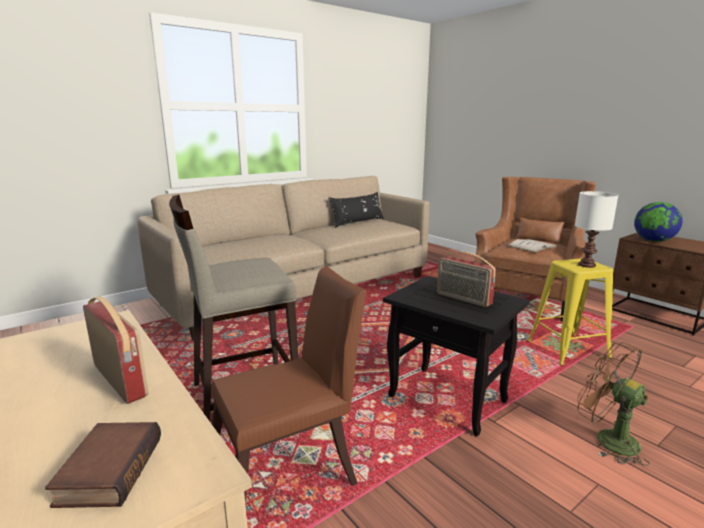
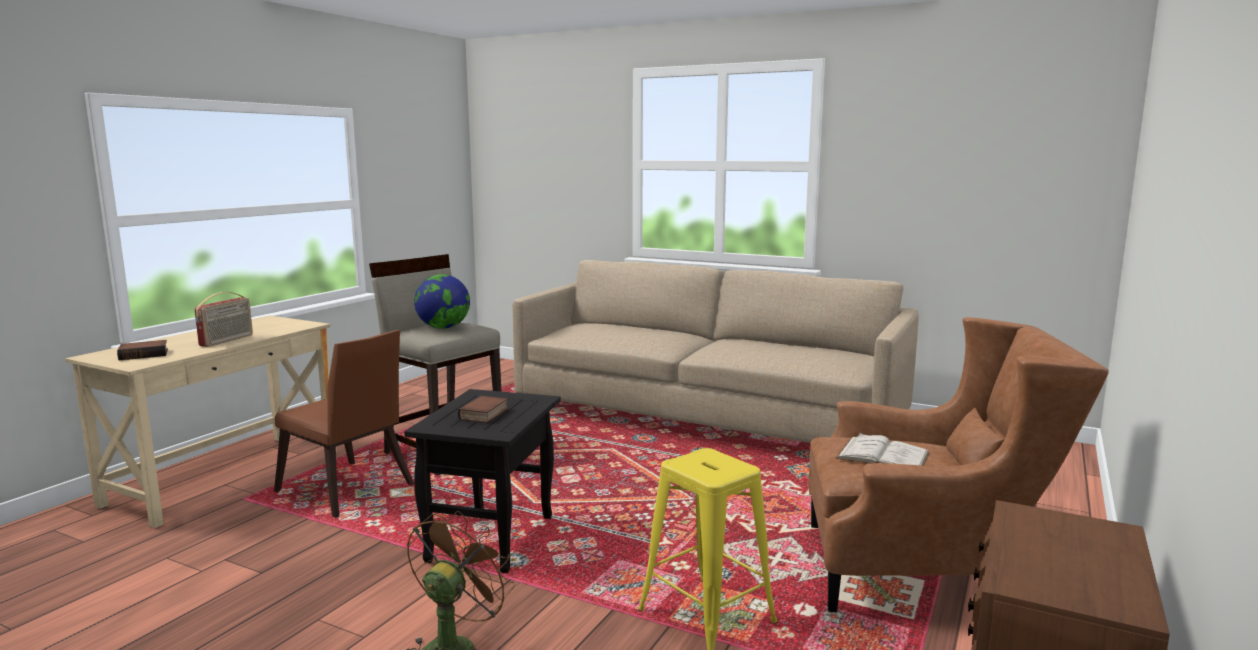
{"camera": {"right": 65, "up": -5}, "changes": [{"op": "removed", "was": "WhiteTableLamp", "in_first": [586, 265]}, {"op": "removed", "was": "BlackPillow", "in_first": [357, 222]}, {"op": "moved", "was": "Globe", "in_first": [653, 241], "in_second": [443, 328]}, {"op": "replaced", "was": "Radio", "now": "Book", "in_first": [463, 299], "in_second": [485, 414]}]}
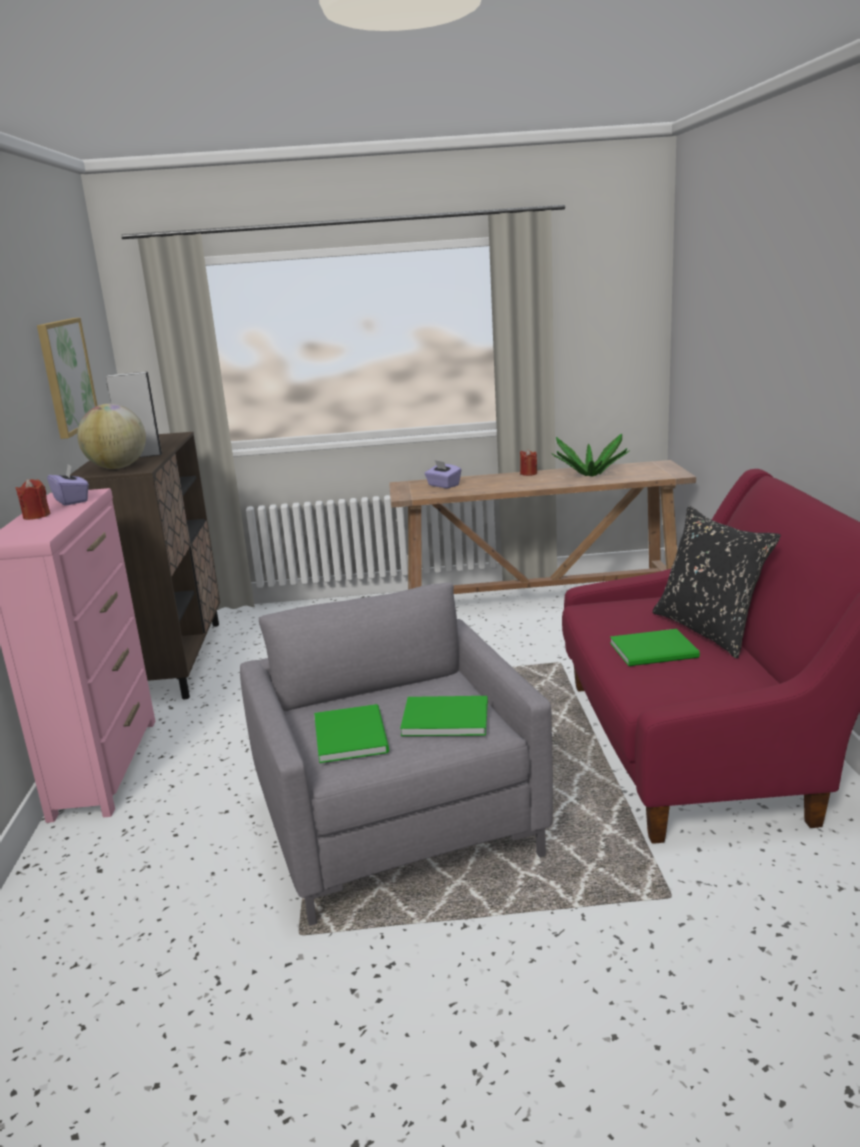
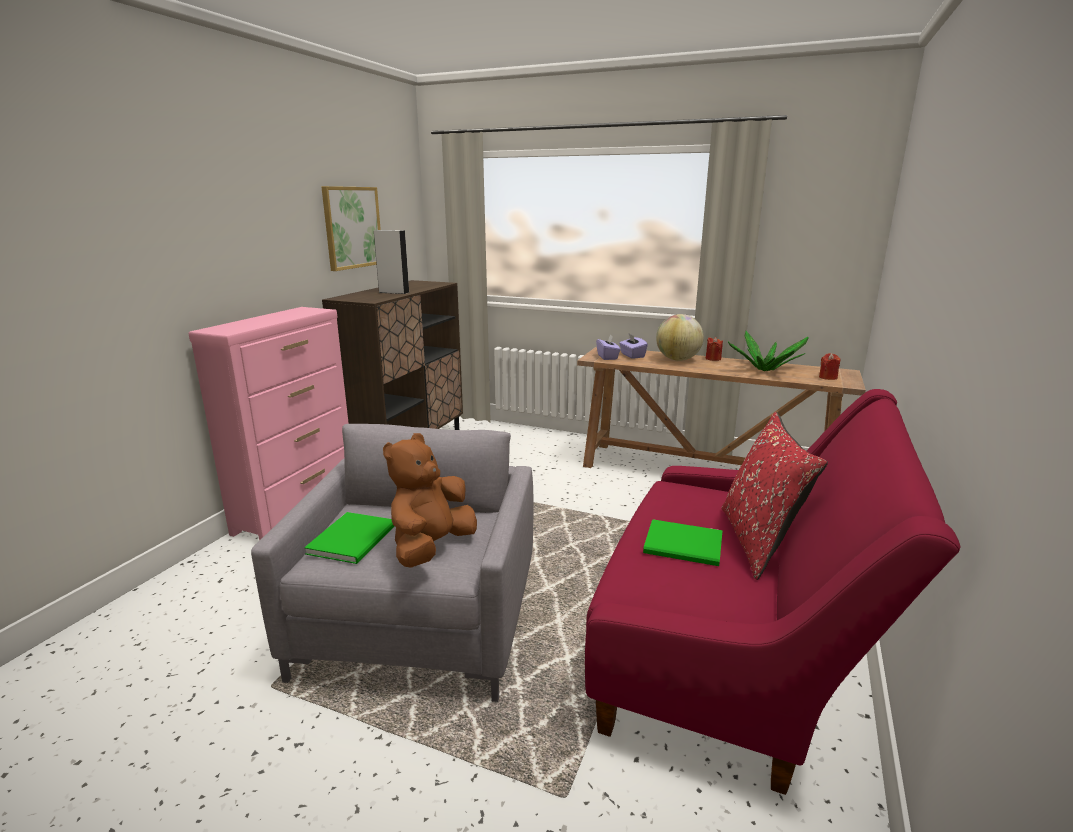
{"camera": {"right": 25, "up": 0}, "changes": [{"op": "moved", "was": "Globe", "in_first": [118, 468], "in_second": [677, 359]}, {"op": "moved", "was": "PurpleTissueBox", "in_first": [72, 500], "in_second": [607, 357]}, {"op": "moved", "was": "RedCandle", "in_first": [36, 516], "in_second": [828, 377]}, {"op": "recoloured", "was": "BlackPillow", "now": "RedPillow", "in_first": [709, 630], "in_second": [759, 542]}, {"op": "replaced", "was": "GreenBook", "now": "BrownPlushToy", "in_first": [443, 717], "in_second": [431, 548]}]}
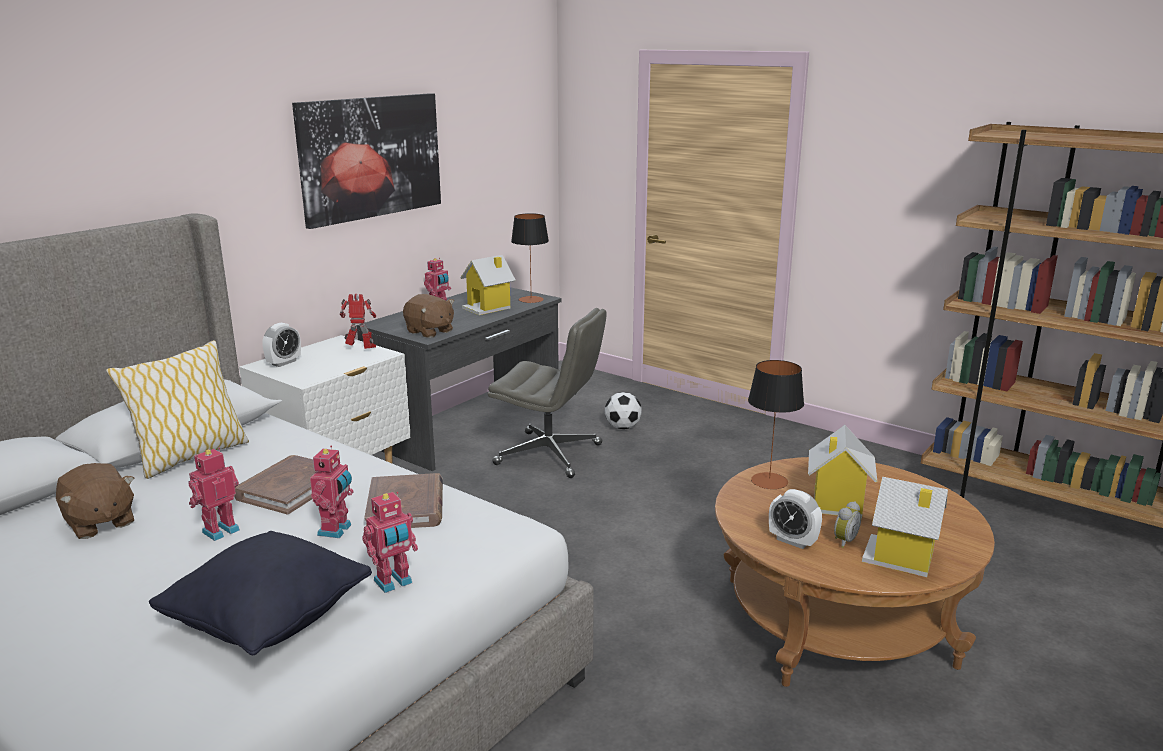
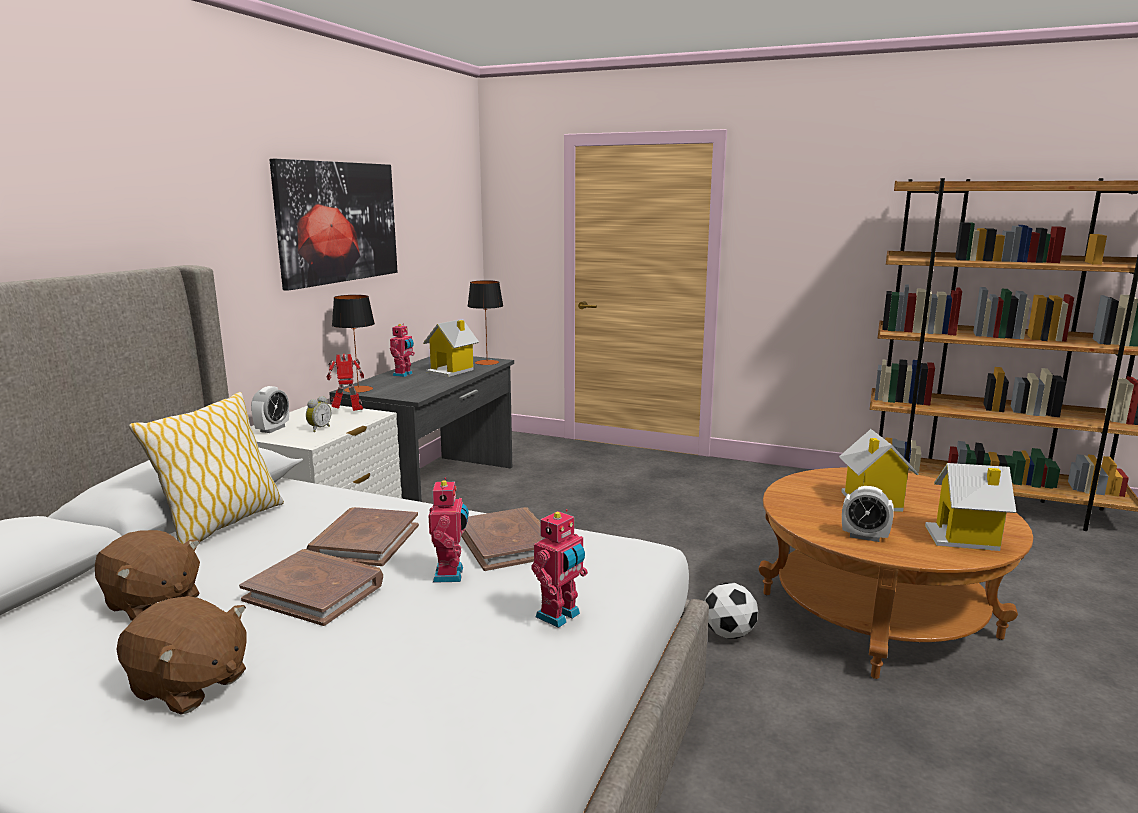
{"camera": {"right": -15, "up": -5}, "changes": [{"op": "moved", "was": "BrownPlushToy", "in_first": [429, 332], "in_second": [189, 686]}, {"op": "removed", "was": "GreyOfficeChair", "in_first": [550, 454]}, {"op": "moved", "was": "TableLamp", "in_first": [769, 481], "in_second": [358, 389]}, {"op": "moved", "was": "Football", "in_first": [622, 427], "in_second": [728, 634]}, {"op": "replaced", "was": "ToyRobot", "now": "BrownBook", "in_first": [219, 530], "in_second": [315, 591]}, {"op": "moved", "was": "AlarmClock", "in_first": [843, 541], "in_second": [318, 429]}, {"op": "removed", "was": "BlackPillow", "in_first": [269, 623]}]}
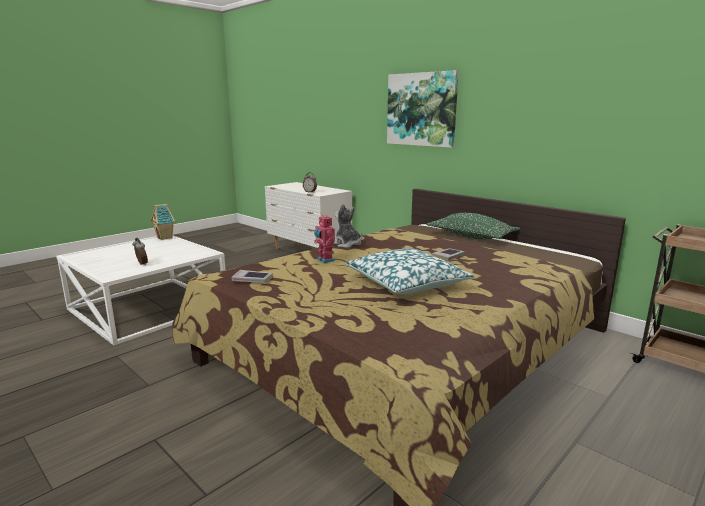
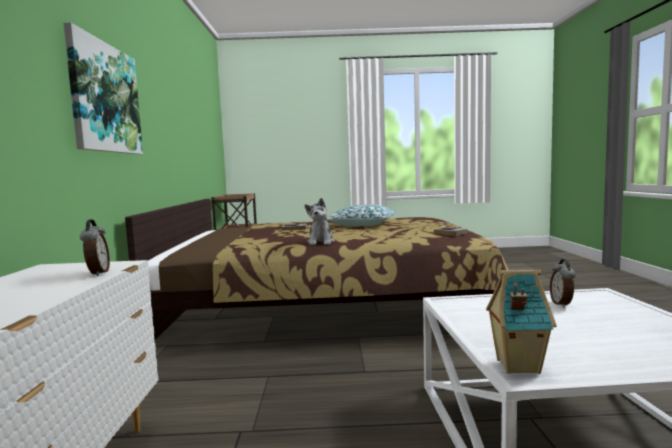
{"camera": {"right": -135, "up": -10}, "changes": [{"op": "removed", "was": "GreenPillow", "in_first": [471, 237]}, {"op": "removed", "was": "ToyRobot", "in_first": [324, 260]}]}
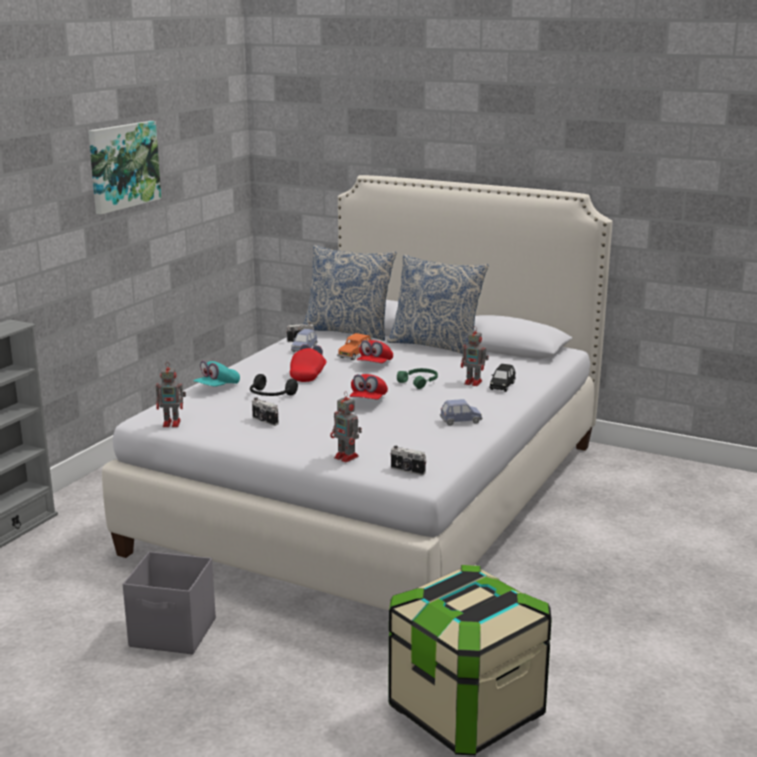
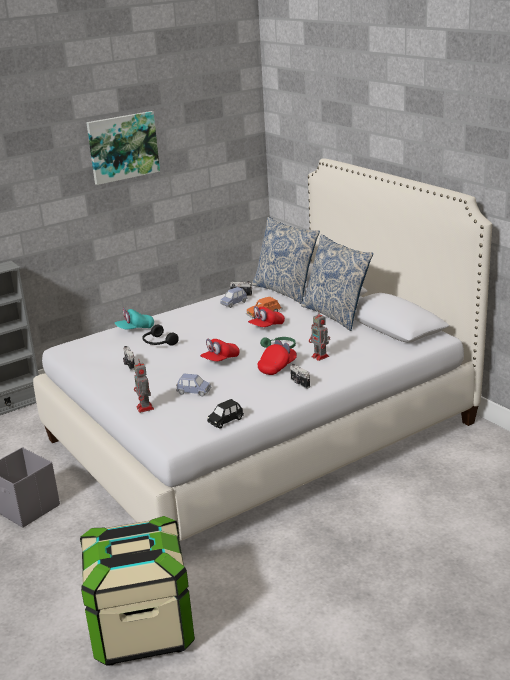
{"camera": {"right": 30, "up": 5}, "changes": [{"op": "moved", "was": "RedCap", "in_first": [308, 375], "in_second": [277, 367]}, {"op": "removed", "was": "ToyRobot", "in_first": [173, 423]}, {"op": "moved", "was": "BlackToyCar", "in_first": [502, 386], "in_second": [225, 421]}, {"op": "moved", "was": "BlueToyCar", "in_first": [460, 421], "in_second": [194, 392]}, {"op": "moved", "was": "PhotoCamera", "in_first": [407, 471], "in_second": [299, 383]}]}
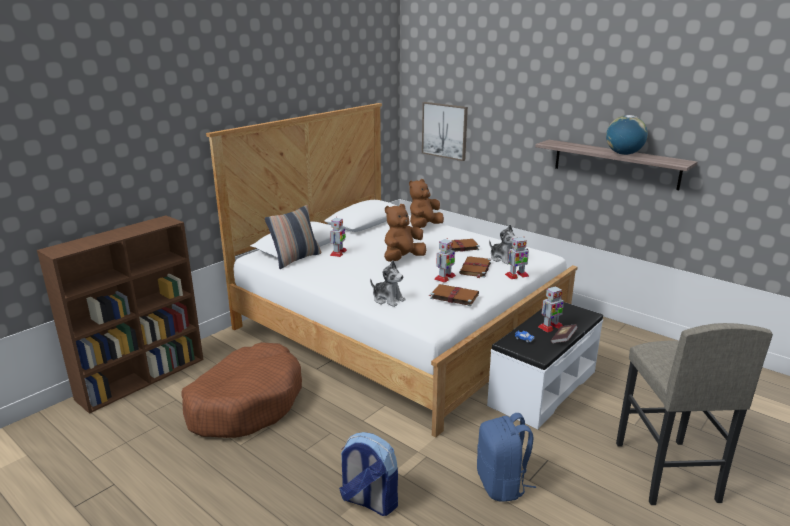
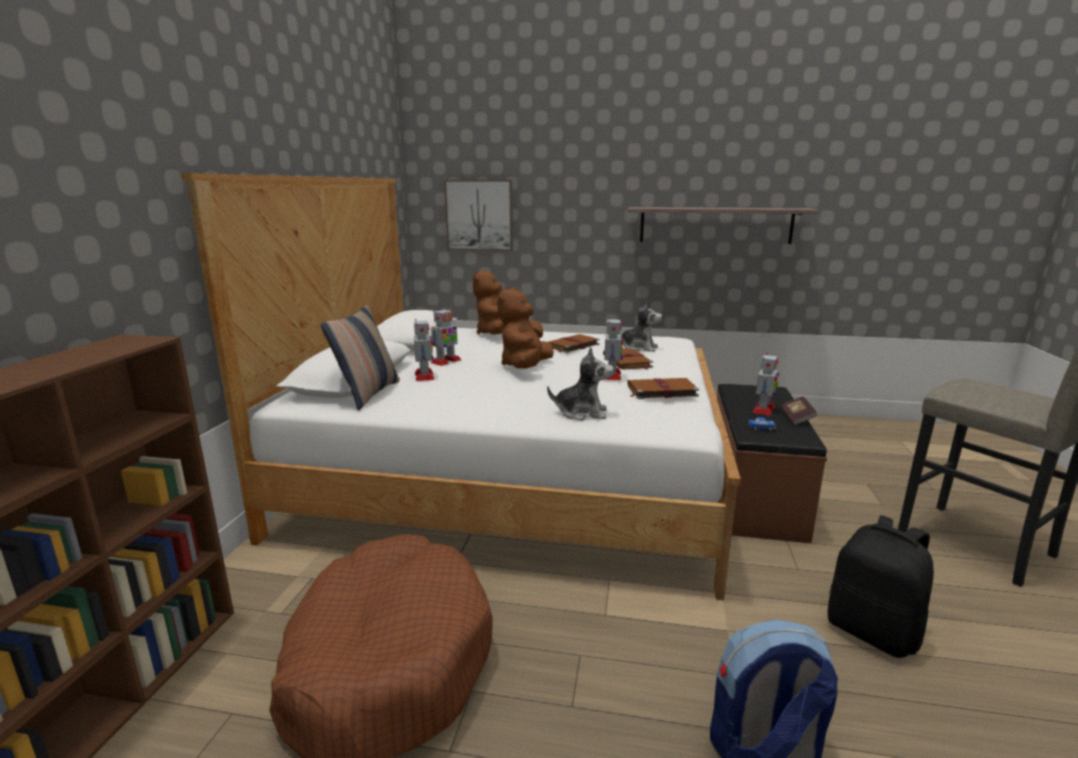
{"camera": {"right": -30, "up": -5}, "changes": [{"op": "removed", "was": "Globe", "in_first": [623, 154]}, {"op": "moved", "was": "ToyRobot", "in_first": [516, 275], "in_second": [445, 361]}, {"op": "recoloured", "was": "WhiteBench", "now": "BrownBench", "in_first": [542, 387], "in_second": [752, 494]}, {"op": "recoloured", "was": "BlueBackpack", "now": "BlackBackpack", "in_first": [502, 484], "in_second": [872, 631]}]}
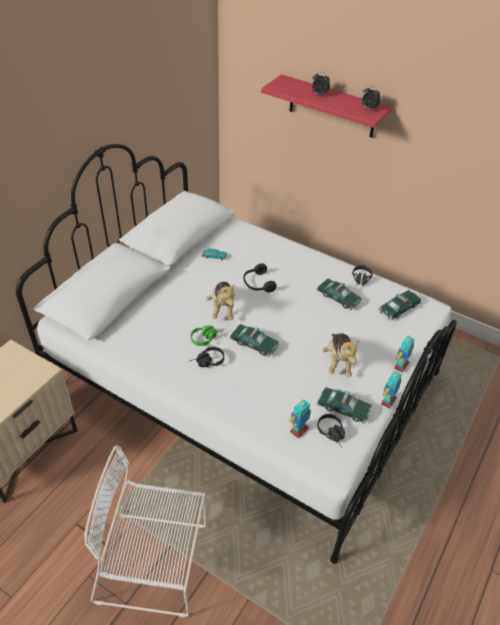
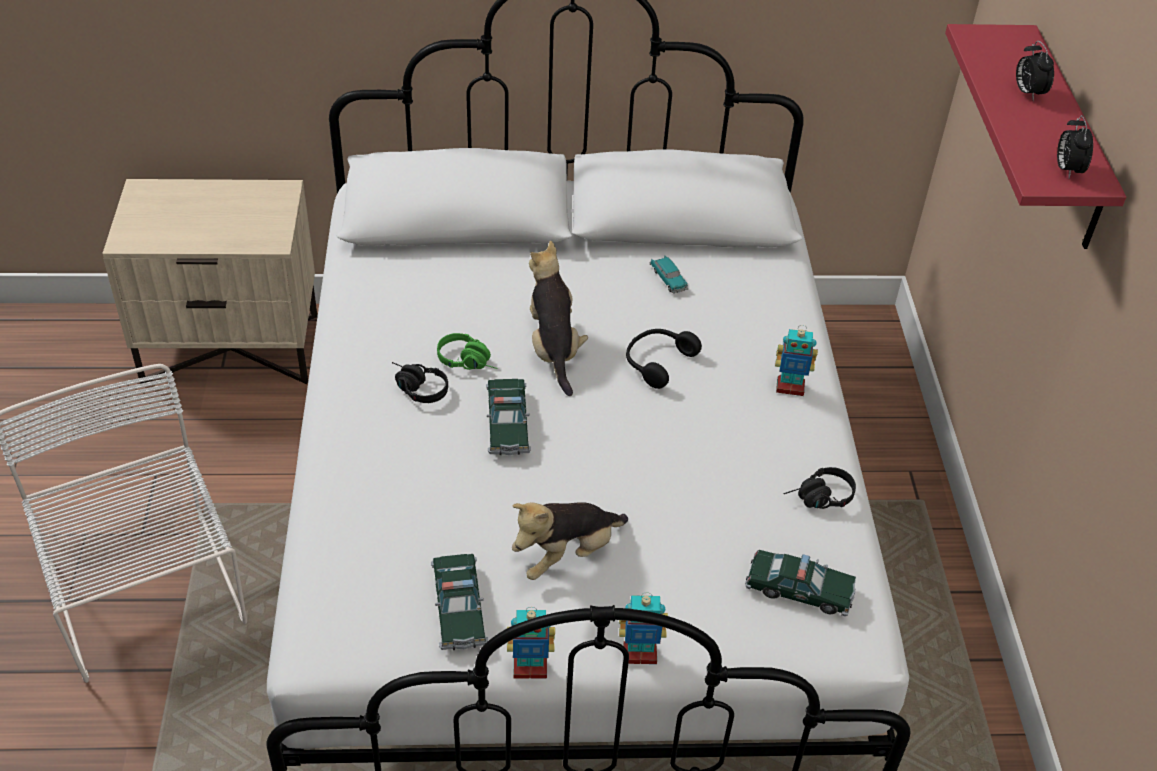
{"camera": {"right": 55, "up": 0}, "changes": [{"op": "removed", "was": "ToyCar", "in_first": [338, 298]}, {"op": "turned", "was": "PlushToy", "in_first": [222, 308], "in_second": [553, 348], "clockwise": 120}, {"op": "moved", "was": "ToyRobot", "in_first": [298, 430], "in_second": [790, 387]}, {"op": "removed", "was": "BlackHeadphones", "in_first": [333, 434]}]}
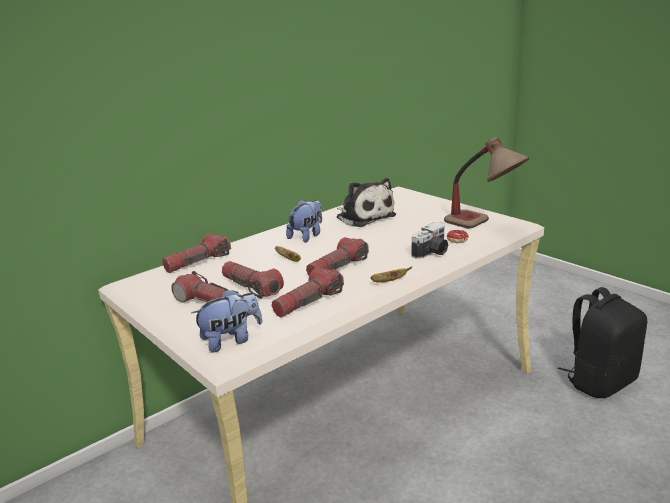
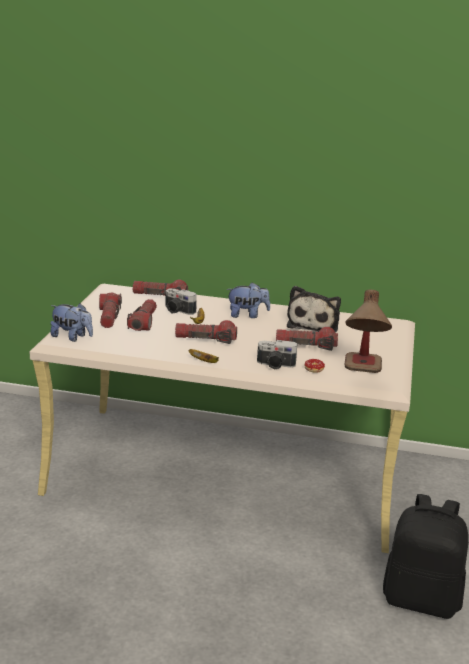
{"camera": {"right": 50, "up": 0}, "changes": [{"op": "moved", "was": "Flashlight", "in_first": [308, 302], "in_second": [306, 346]}, {"op": "added", "now": "PhotoCamera", "in_second": [177, 311]}]}
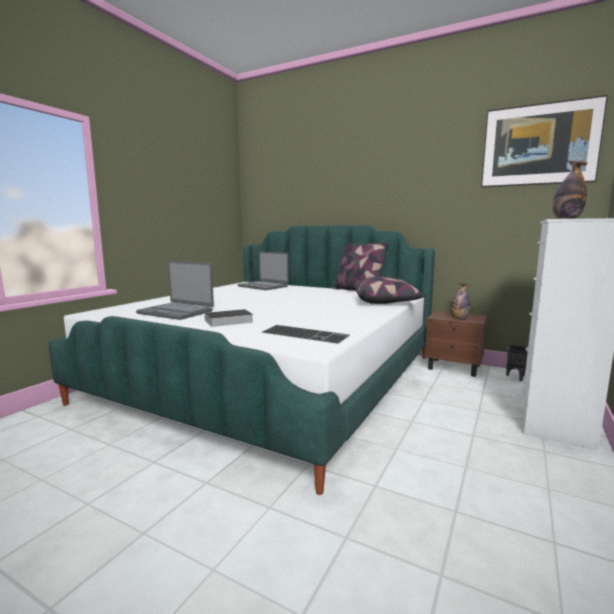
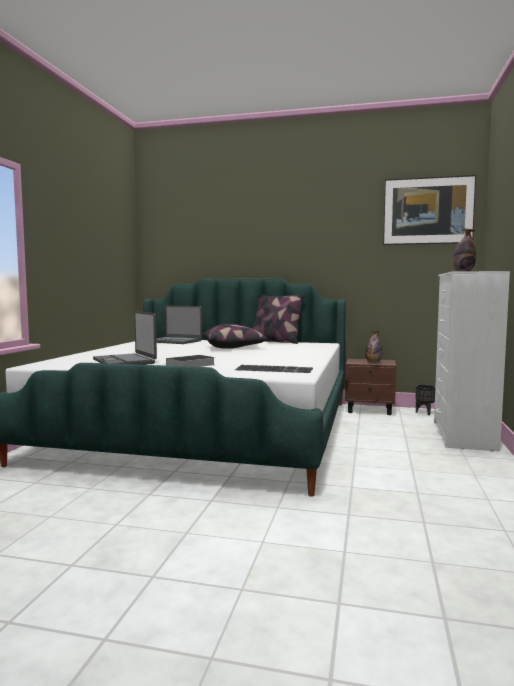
{"camera": {"right": -15, "up": -5}, "changes": [{"op": "turned", "was": "Laptop", "in_first": [176, 312], "in_second": [125, 361], "clockwise": 45}, {"op": "moved", "was": "Pillow", "in_first": [386, 302], "in_second": [234, 347]}]}
